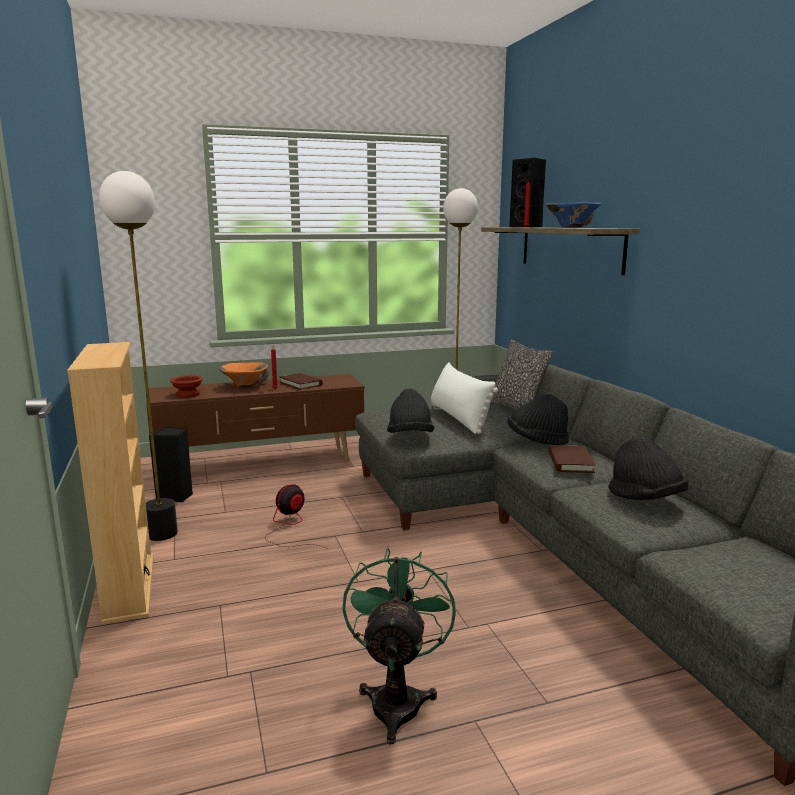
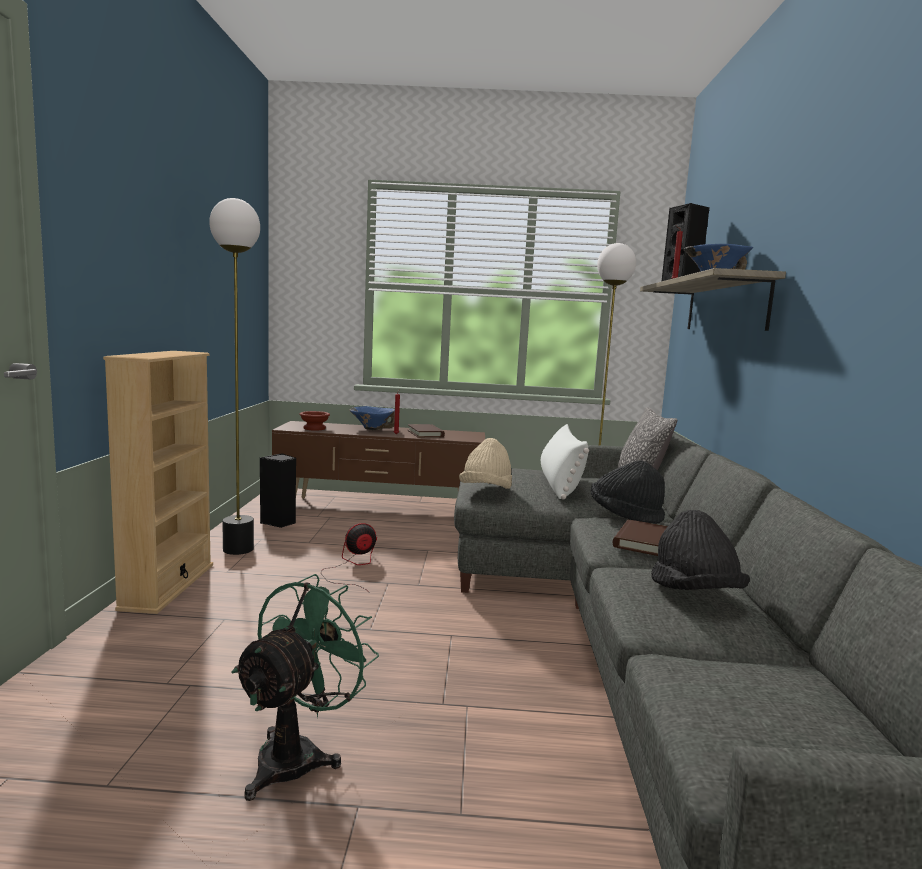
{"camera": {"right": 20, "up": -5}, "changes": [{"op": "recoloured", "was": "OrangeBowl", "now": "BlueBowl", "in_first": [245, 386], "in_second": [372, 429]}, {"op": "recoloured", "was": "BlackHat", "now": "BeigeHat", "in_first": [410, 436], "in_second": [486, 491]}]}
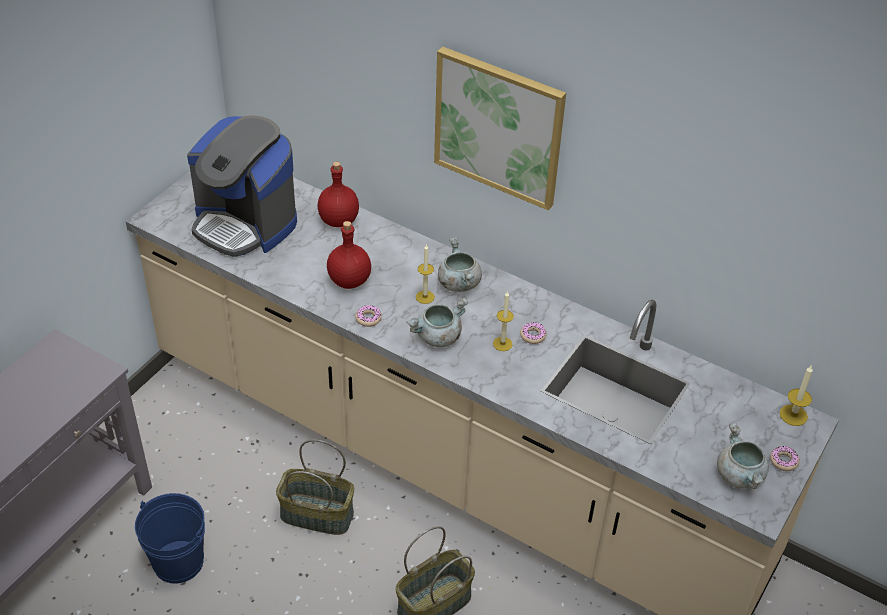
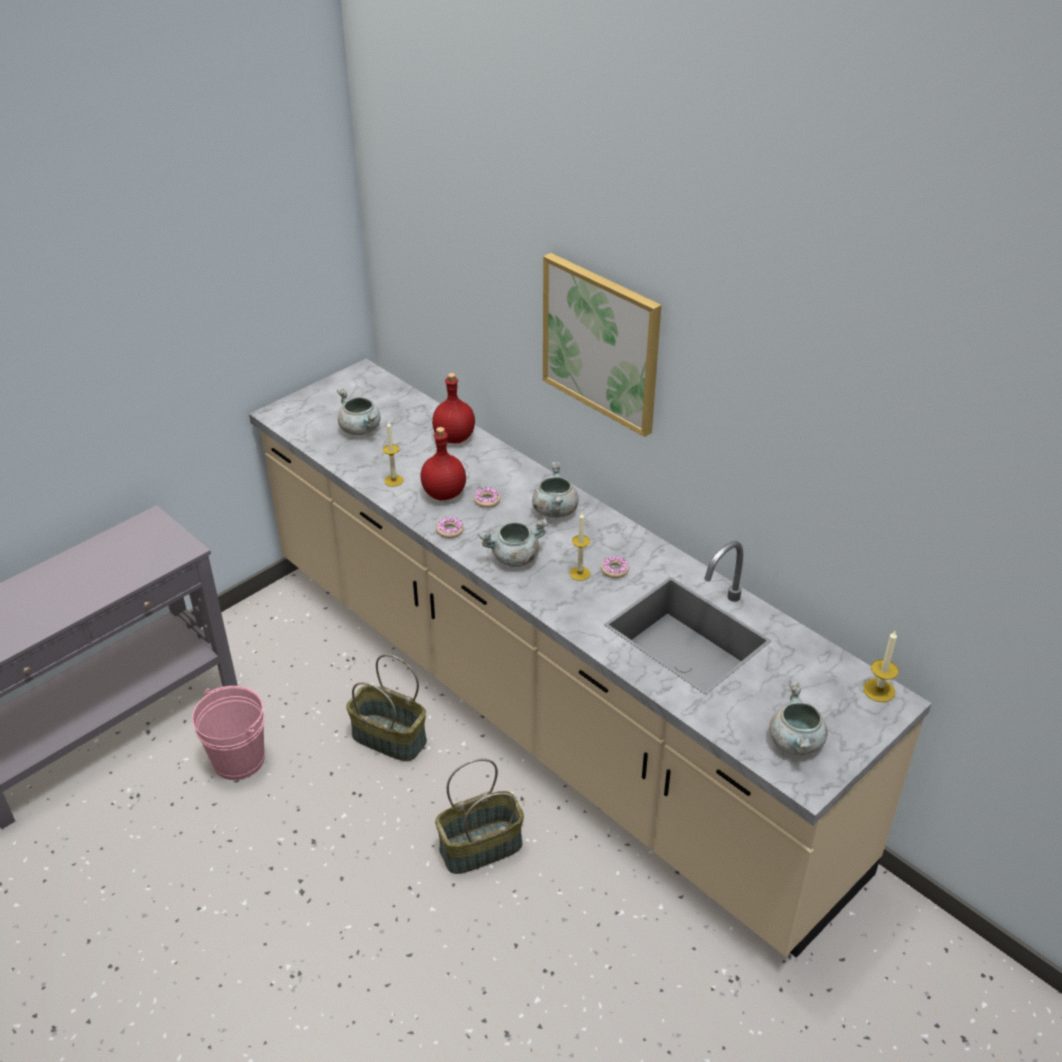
{"camera": {"right": 15, "up": -5}, "changes": [{"op": "replaced", "was": "CoffeeMachine", "now": "GreyCookingPot", "in_first": [245, 223], "in_second": [361, 429]}, {"op": "moved", "was": "Candle", "in_first": [425, 297], "in_second": [393, 480]}, {"op": "moved", "was": "Donut", "in_first": [783, 461], "in_second": [487, 501]}, {"op": "recoloured", "was": "BlueBucket", "now": "PinkBucket", "in_first": [178, 562], "in_second": [239, 760]}]}
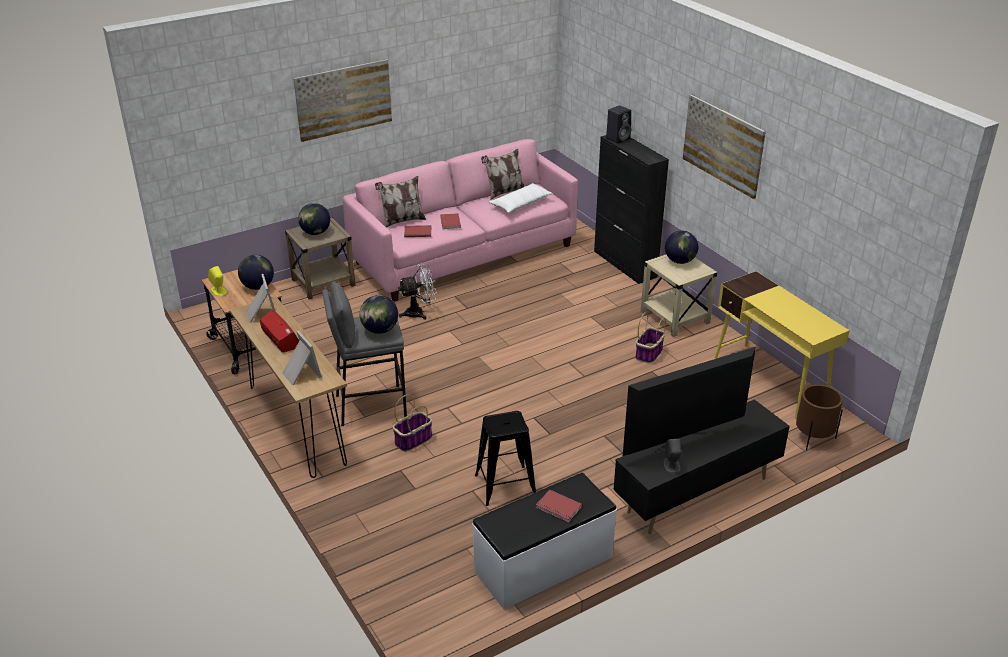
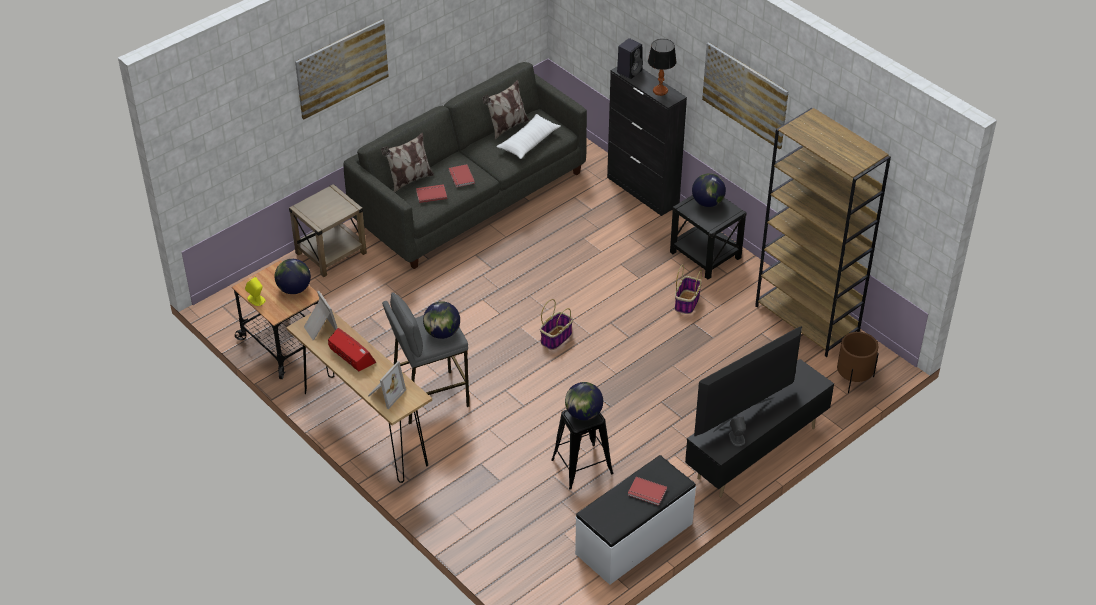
{"camera": {"right": -10, "up": 10}, "changes": [{"op": "recoloured", "was": "PinkSofa", "now": "GreySofa", "in_first": [464, 254], "in_second": [470, 197]}, {"op": "moved", "was": "Globe", "in_first": [315, 233], "in_second": [583, 414]}, {"op": "recoloured", "was": "BeigeSideTable", "now": "BlackSideTable", "in_first": [675, 318], "in_second": [705, 255]}, {"op": "removed", "was": "WhiteFan", "in_first": [419, 312]}, {"op": "replaced", "was": "YellowDesk", "now": "BrownBookcase", "in_first": [770, 380], "in_second": [807, 320]}, {"op": "turned", "was": "PictureFrame", "in_first": [300, 374], "in_second": [385, 393], "clockwise": 75}, {"op": "moved", "was": "Basket", "in_first": [413, 440], "in_second": [556, 337]}, {"op": "added", "now": "TableLamp", "in_second": [660, 91]}]}
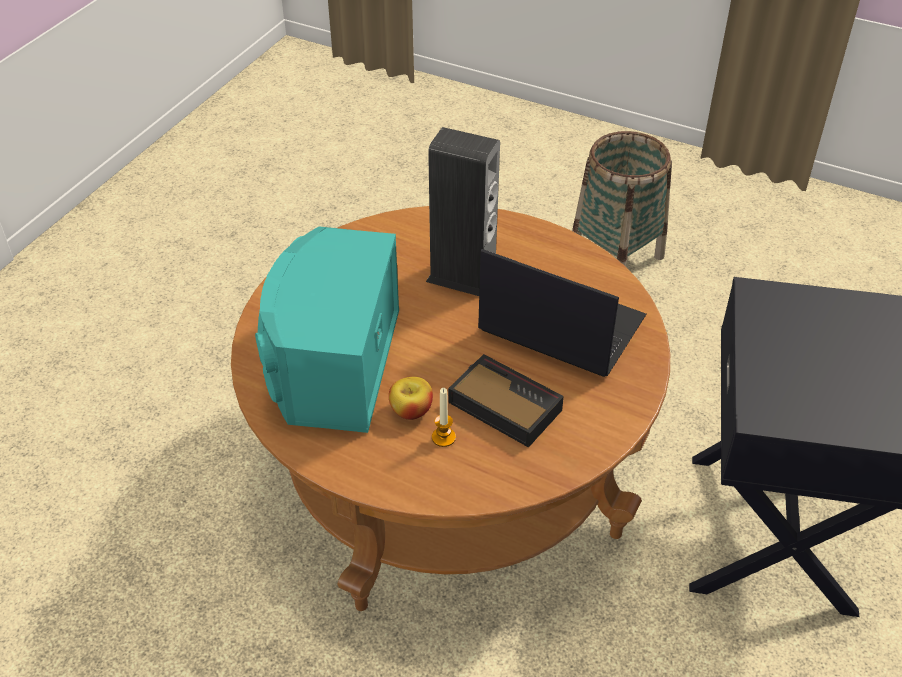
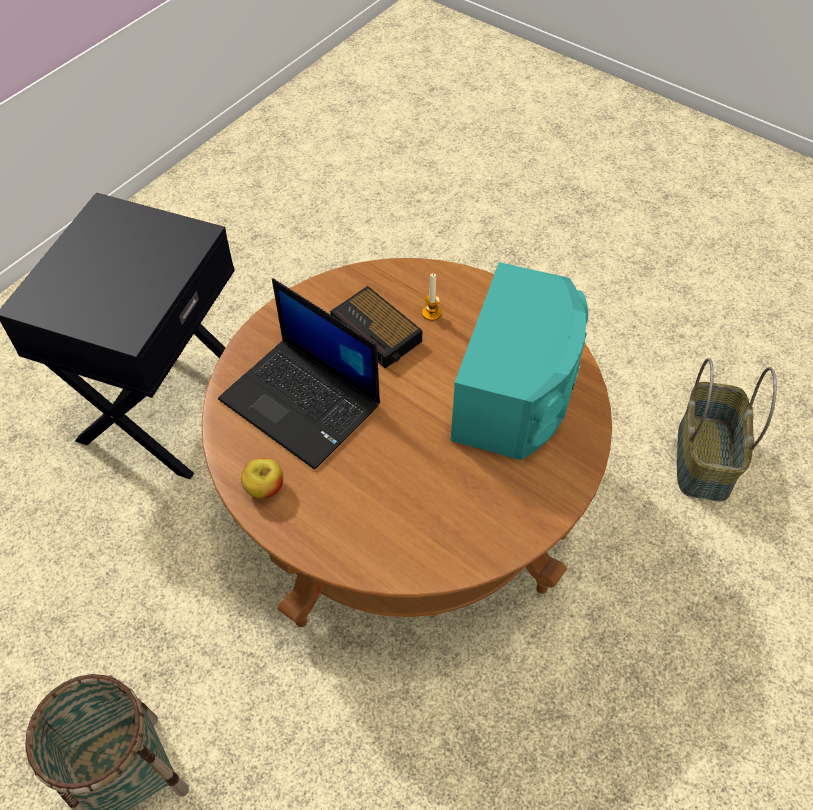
{"camera": {"right": -170, "up": 10}, "changes": [{"op": "removed", "was": "Speaker", "in_first": [463, 276]}, {"op": "moved", "was": "Apple", "in_first": [411, 411], "in_second": [264, 488]}, {"op": "added", "now": "Basket", "in_second": [705, 459]}]}
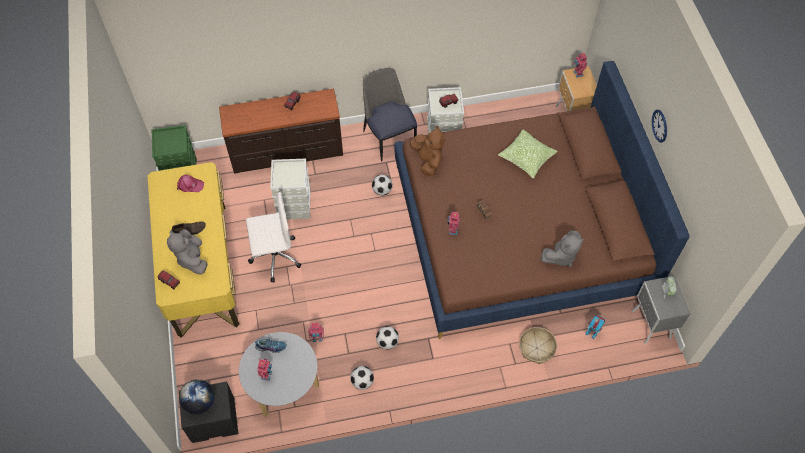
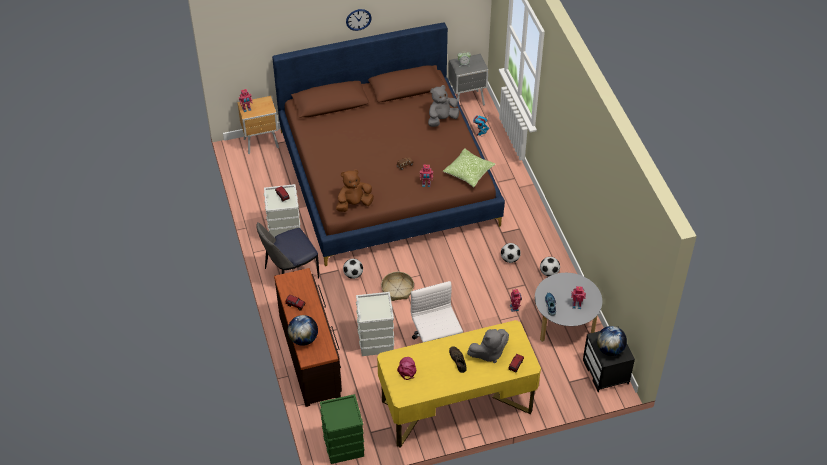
{"camera": {"right": -95, "up": -10}, "changes": [{"op": "moved", "was": "Pillow", "in_first": [527, 157], "in_second": [468, 172]}, {"op": "turned", "was": "GreyPlushToy", "in_first": [561, 256], "in_second": [442, 119], "clockwise": -90}, {"op": "moved", "was": "Basket", "in_first": [537, 348], "in_second": [397, 289]}, {"op": "added", "now": "Globe", "in_second": [303, 339]}]}
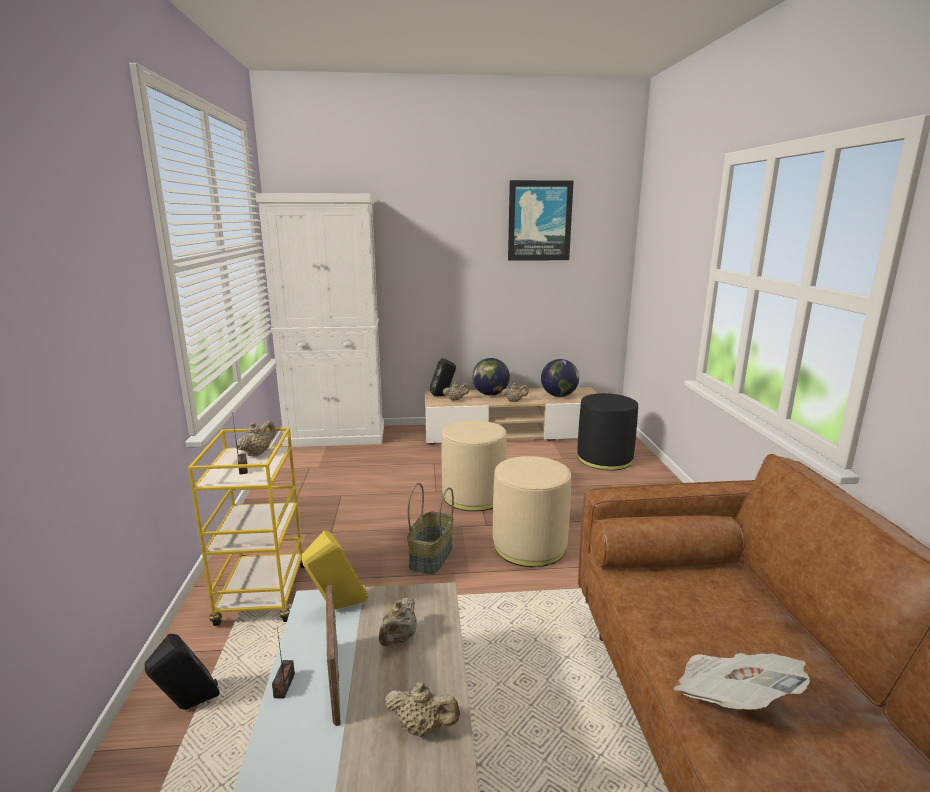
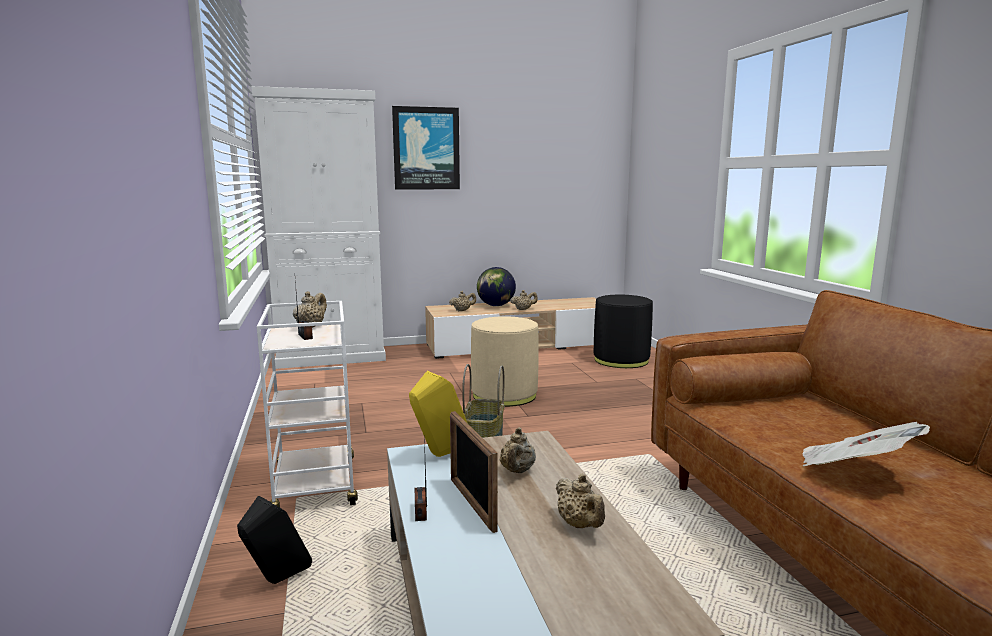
{"camera": {"right": -10, "up": -5}, "changes": [{"op": "moved", "was": "Picture", "in_first": [539, 221], "in_second": [426, 148]}, {"op": "removed", "was": "BlackSpeaker", "in_first": [443, 395]}, {"op": "removed", "was": "Globe", "in_first": [558, 396]}, {"op": "recoloured", "was": "YellowCart", "now": "WhiteCart", "in_first": [263, 595], "in_second": [316, 487]}, {"op": "removed", "was": "BeigeOttoman", "in_first": [529, 546]}, {"op": "turned", "was": "BeigeTeapot", "in_first": [422, 727], "in_second": [580, 525], "clockwise": 60}]}
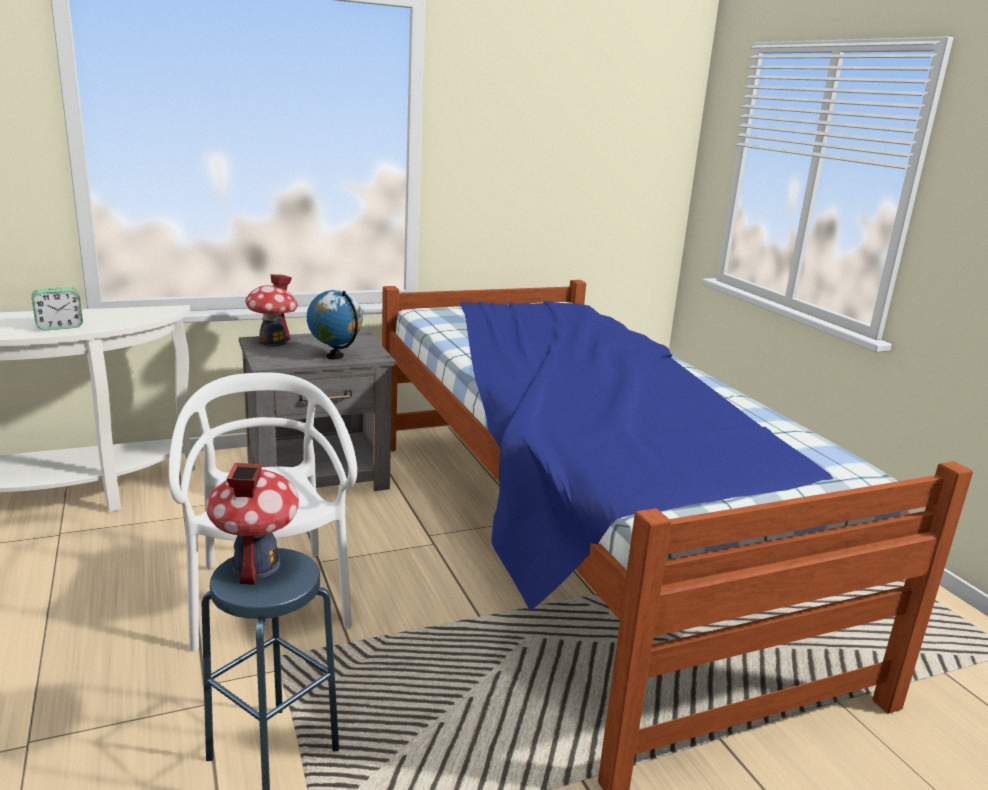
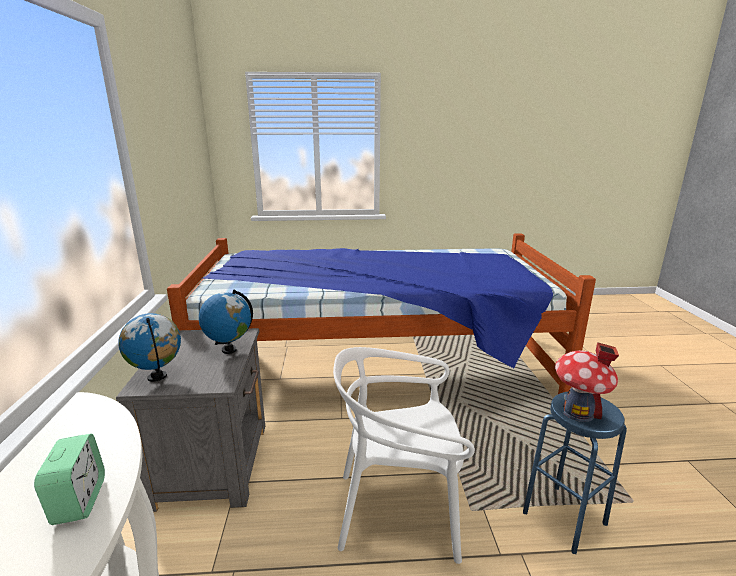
{"camera": {"right": -70, "up": 0}, "changes": [{"op": "replaced", "was": "ToyHouse", "now": "Globe", "in_first": [273, 342], "in_second": [157, 377]}]}
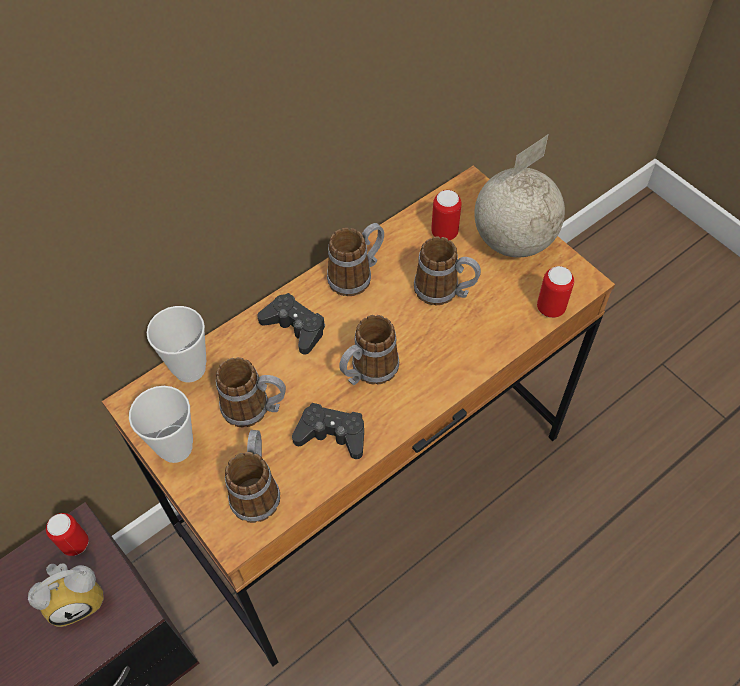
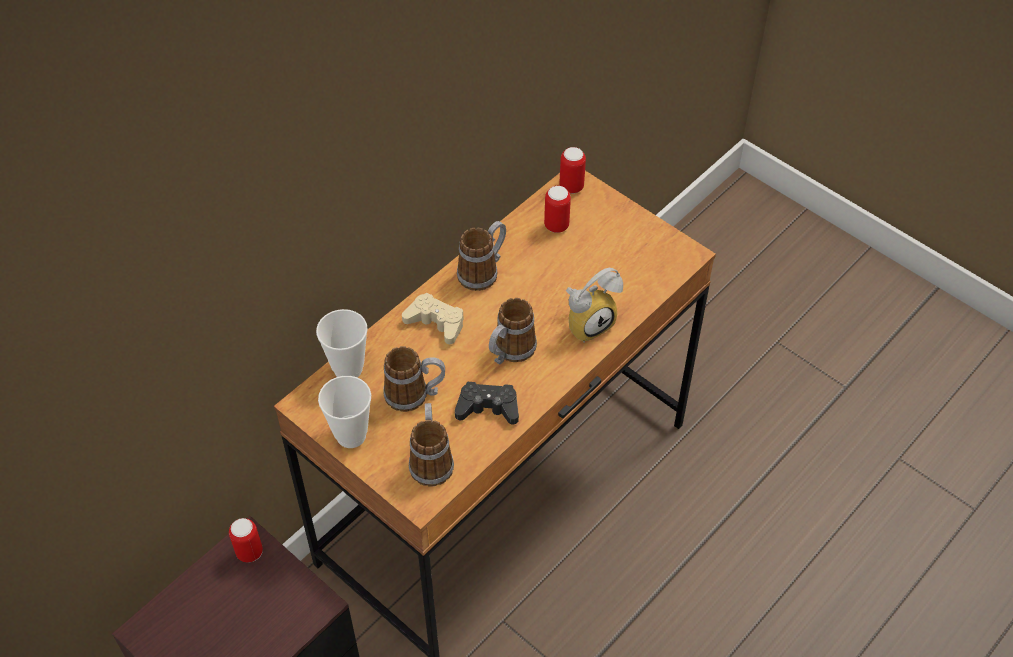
{"camera": {"right": -10, "up": -5}, "changes": [{"op": "removed", "was": "Globe", "in_first": [512, 241]}, {"op": "removed", "was": "Mug", "in_first": [445, 291]}, {"op": "moved", "was": "Can", "in_first": [550, 308], "in_second": [571, 187]}, {"op": "recoloured", "was": "BlackGameController", "now": "BeigeGameController", "in_first": [294, 327], "in_second": [436, 322]}, {"op": "moved", "was": "AlarmClock", "in_first": [78, 597], "in_second": [588, 322]}]}
